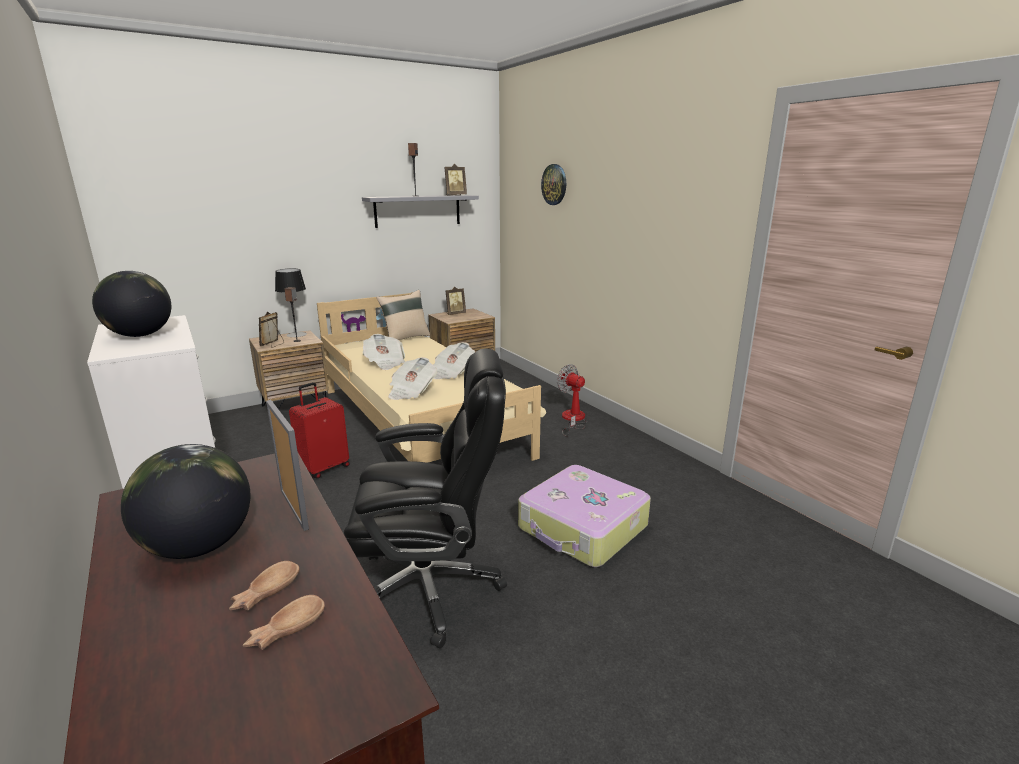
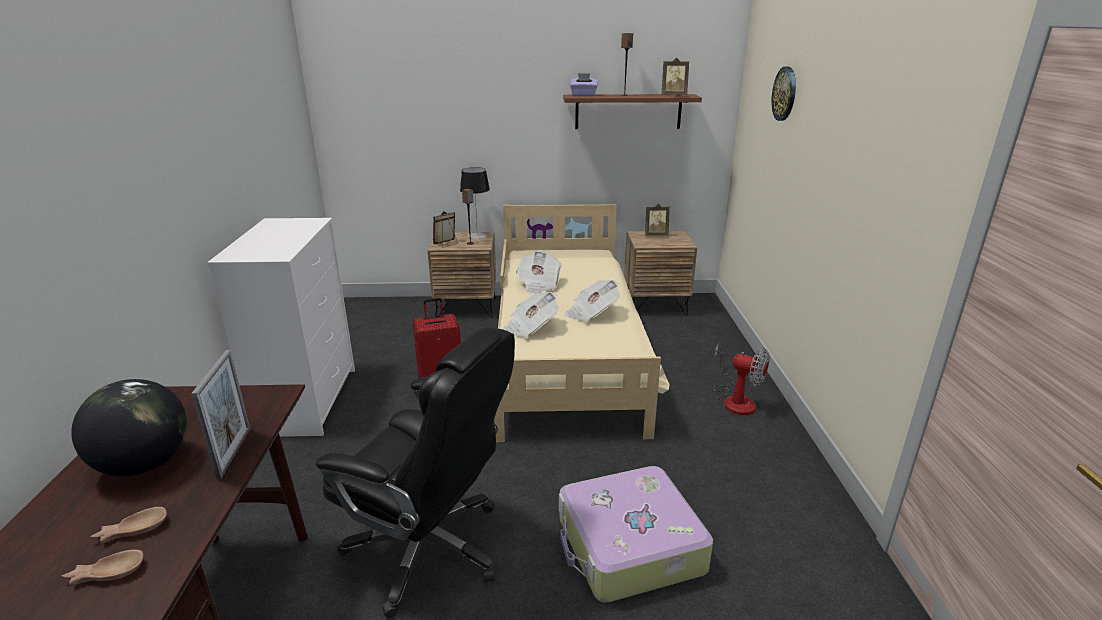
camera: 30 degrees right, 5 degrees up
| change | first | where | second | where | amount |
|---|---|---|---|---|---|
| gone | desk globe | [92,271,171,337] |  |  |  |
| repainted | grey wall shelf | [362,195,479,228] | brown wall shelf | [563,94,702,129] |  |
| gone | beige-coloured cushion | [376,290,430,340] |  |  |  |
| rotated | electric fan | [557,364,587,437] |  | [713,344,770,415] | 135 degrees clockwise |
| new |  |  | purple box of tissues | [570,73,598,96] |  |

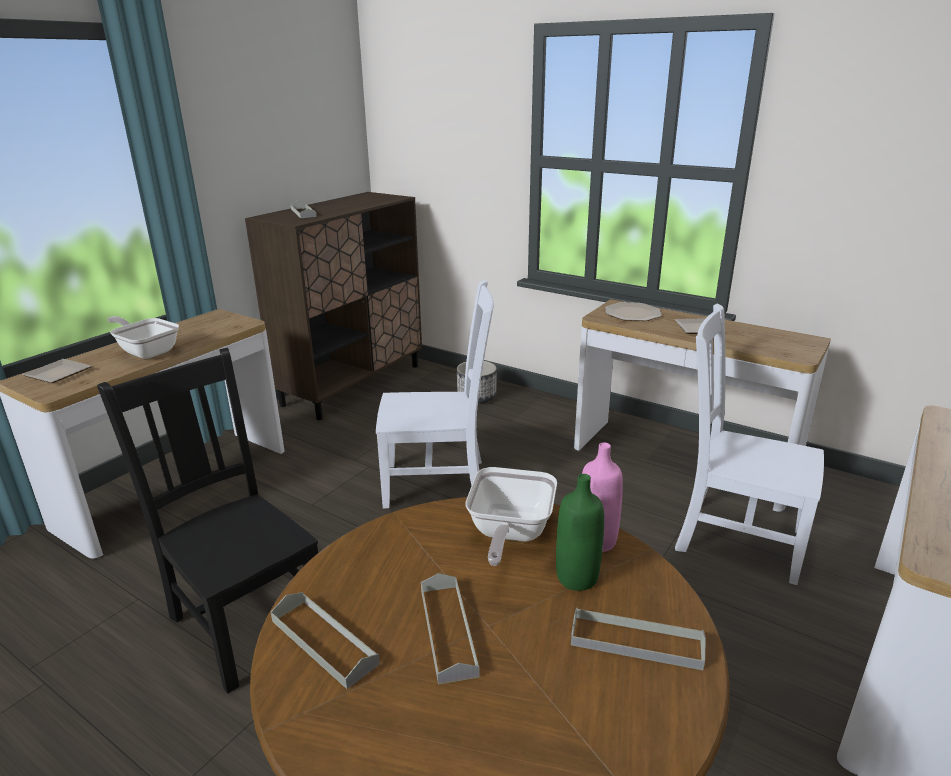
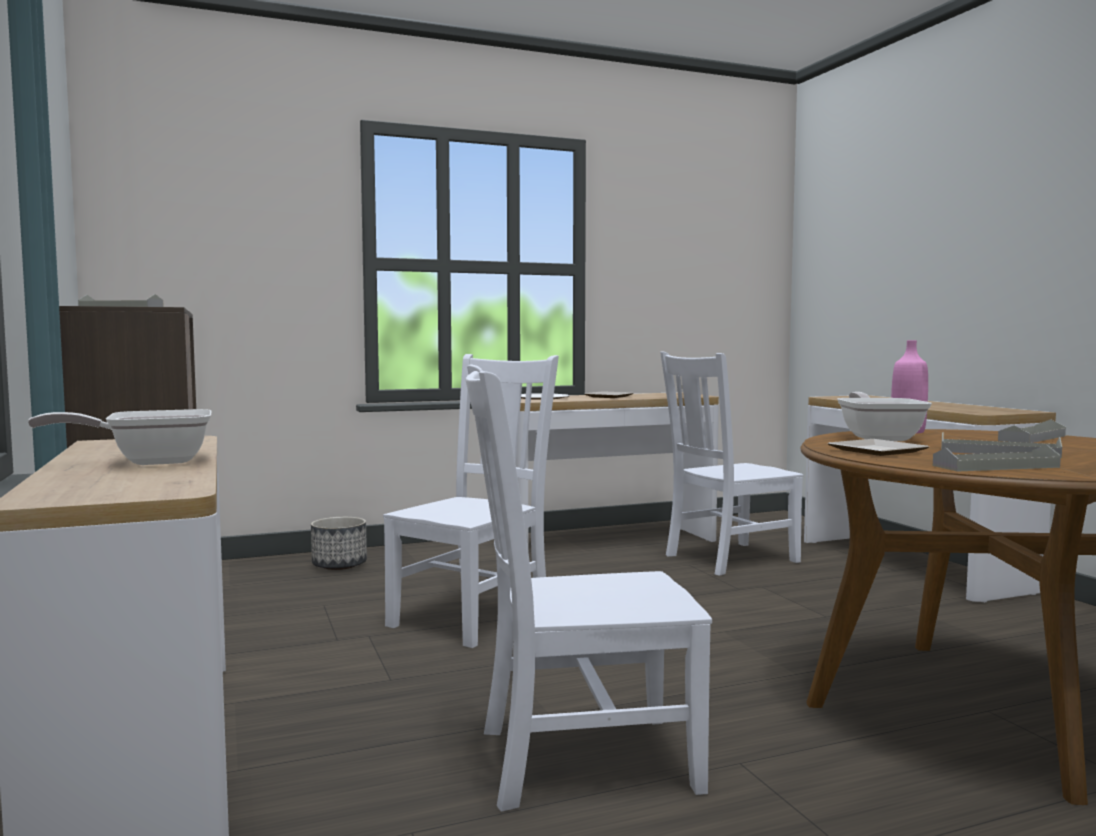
camera: 55 degrees left, 20 degrees down
| change | first | where | second | where | amount |
|---|---|---|---|---|---|
| shifted | plate | [23,359,92,383] |  | [827,439,929,456] |  |
| repainted | black plain chair | [97,348,318,694] | white-coloured plain chair | [465,364,712,812] |  |
| rotated | pan | [465,467,557,566] |  | [837,392,932,441] | 135 degrees counterclockwise |
| gone | greenish bottle | [556,474,604,591] |  |  |  |

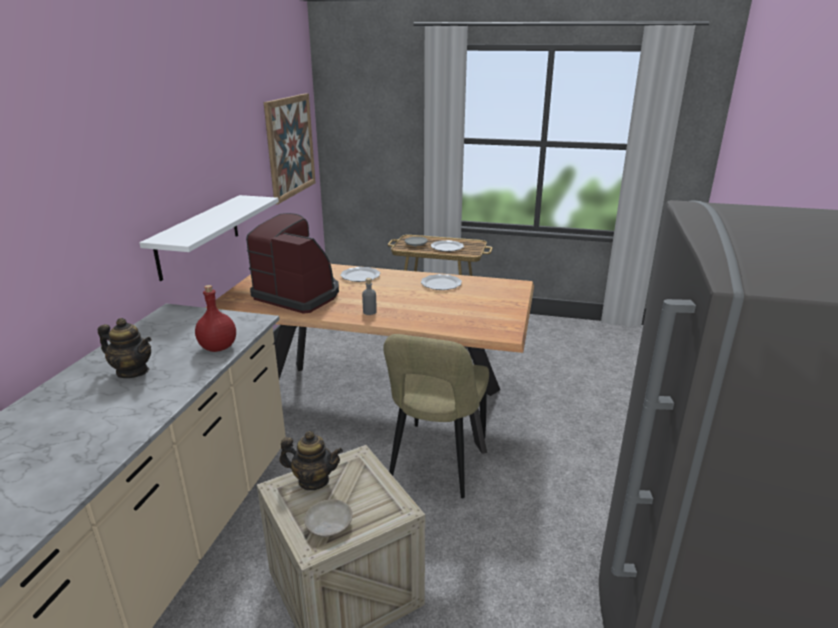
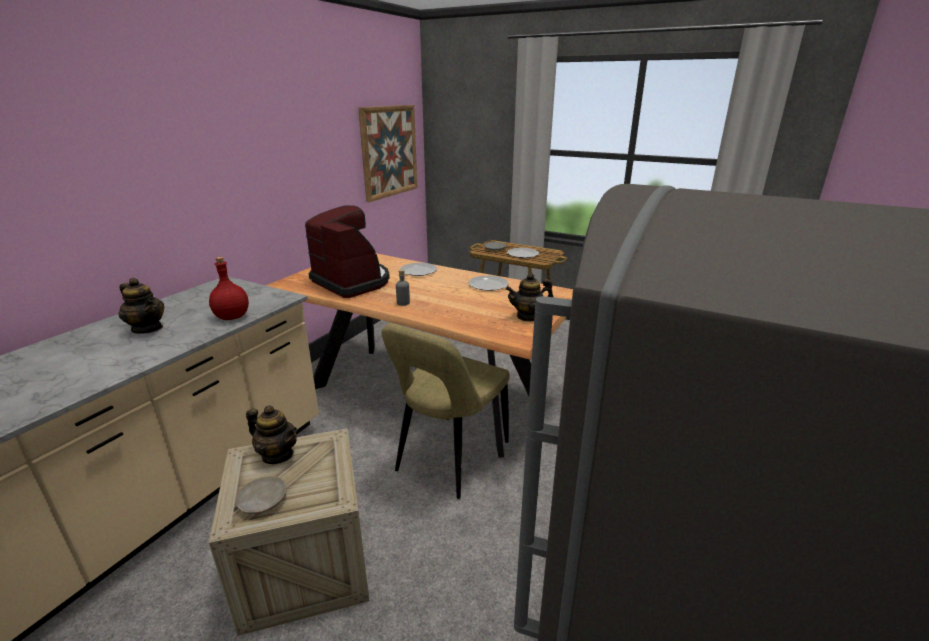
camera: 15 degrees right, 0 degrees up
| change | first | where | second | where | amount |
|---|---|---|---|---|---|
| gone | white-coloured wall shelf | [139,195,279,281] |  |  |  |
| new |  |  | pot for tea | [506,273,553,321] |  |

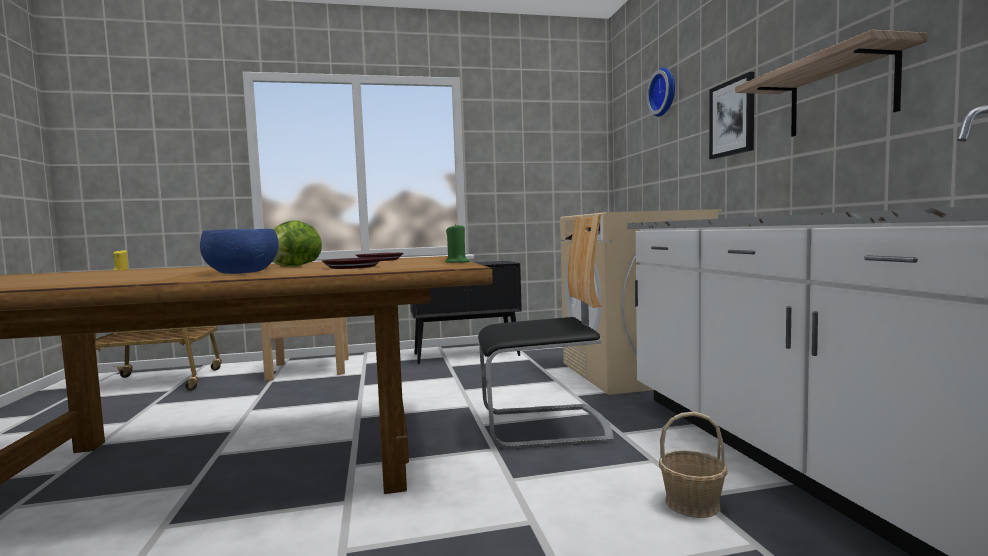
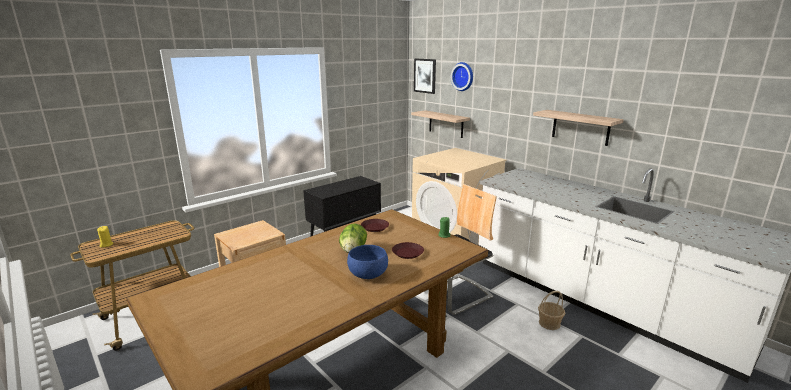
camera: 30 degrees left, 15 degrees up
| change | first | where | second | where | amount |
|---|---|---|---|---|---|
| shifted | wall picture | [709,72,754,159] |  | [414,59,436,94] |  |
| new |  |  | wall shelf | [411,110,470,138] |  |

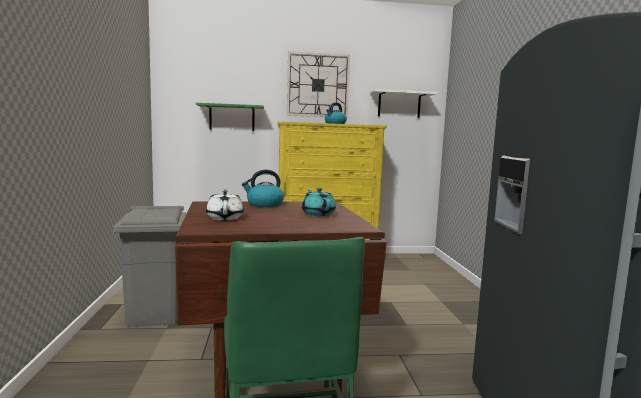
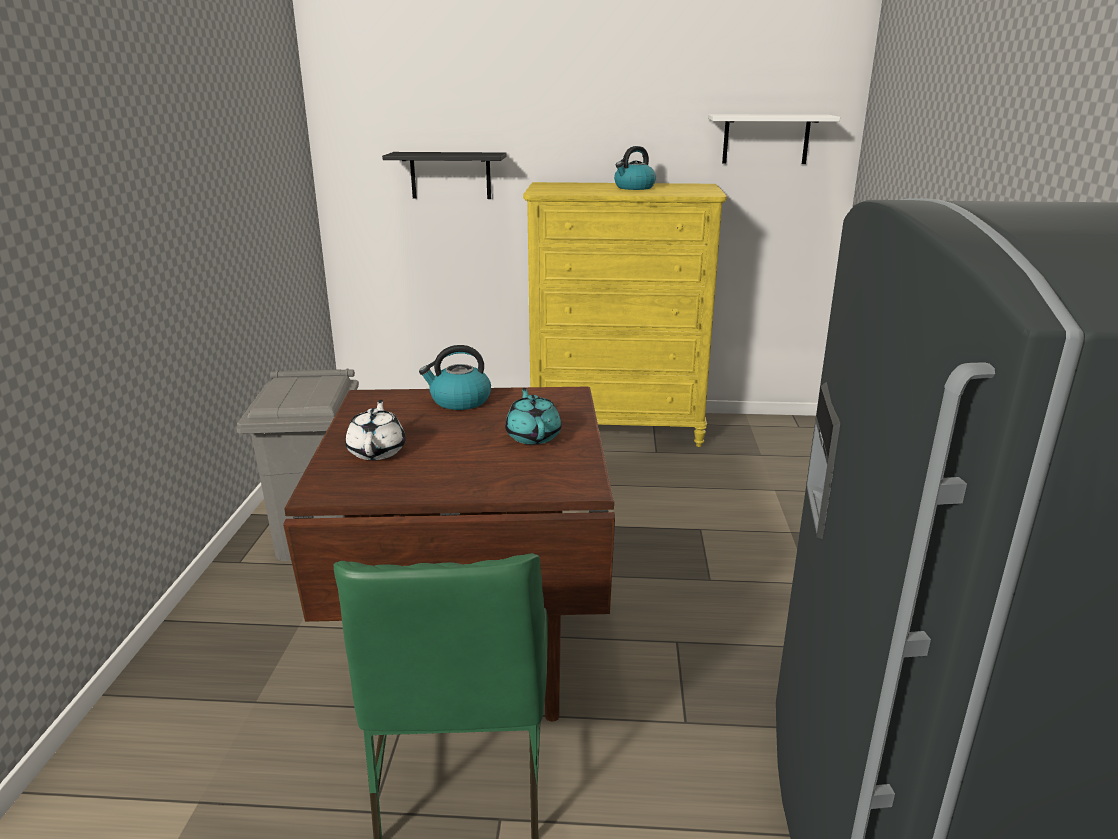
camera: 10 degrees right, 15 degrees up
| change | first | where | second | where | amount |
|---|---|---|---|---|---|
| repainted | greenish wall shelf | [196,103,264,131] | black wall shelf | [382,152,507,199] |  |
| gone | clock on the wall | [287,51,350,118] |  |  |  |

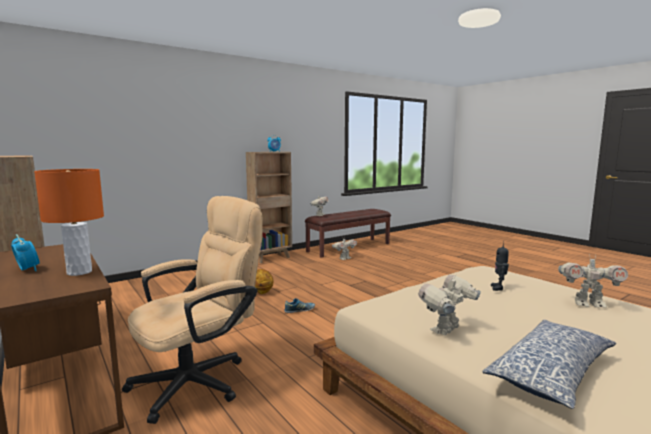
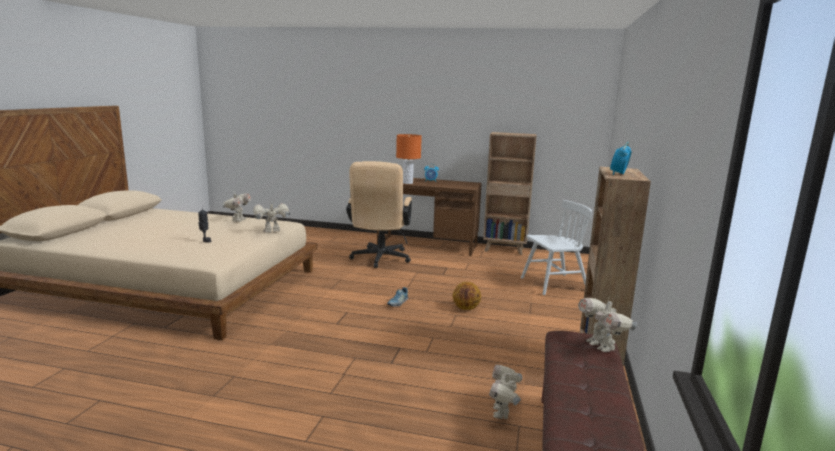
camera: 140 degrees right, 5 degrees up
| change | first | where | second | where | amount |
|---|---|---|---|---|---|
| gone | cushion | [482,320,616,409] |  |  |  |
| shifted | robot figure | [558,254,628,308] |  | [253,203,290,233] |  |
| new |  |  | white-coloured plain chair | [521,200,592,295] |  |

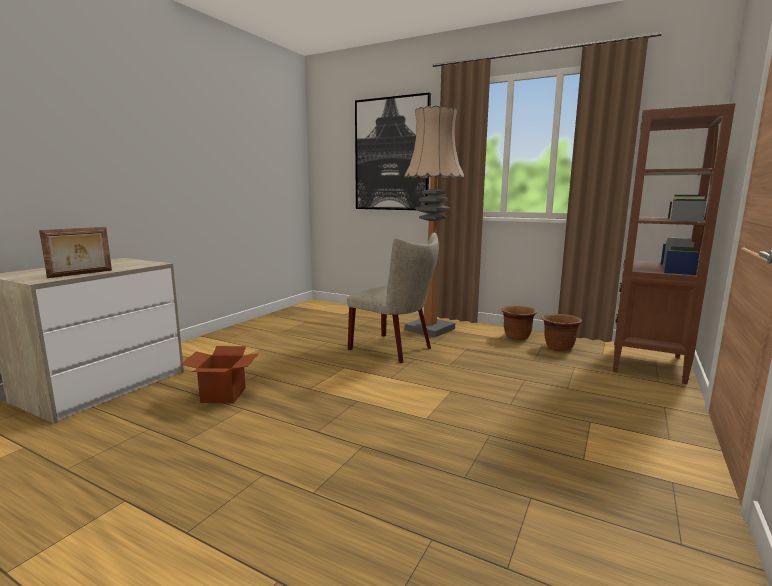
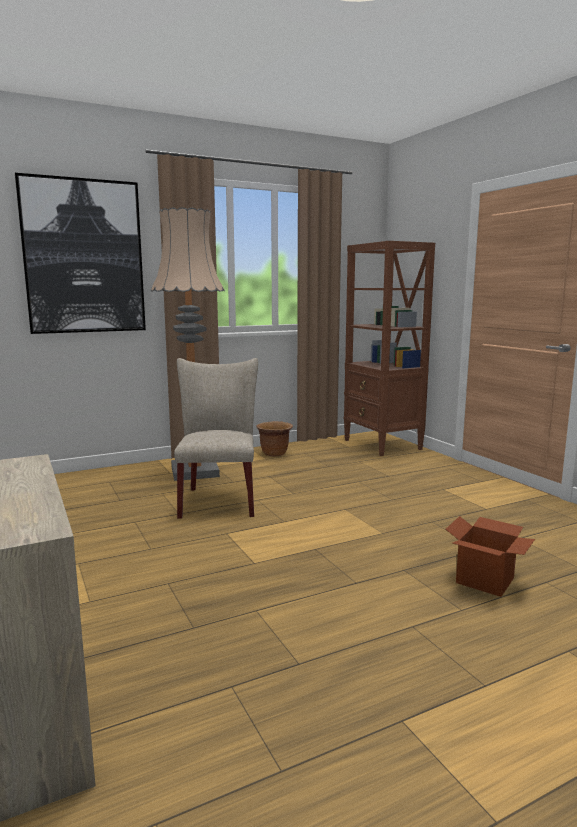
camera: 55 degrees left, 0 degrees up
| change | first | where | second | where | amount |
|---|---|---|---|---|---|
| gone | picture frame | [39,227,112,278] |  |  |  |
| shifted | cardboard box | [180,346,259,403] |  | [445,516,535,597] |  |
| rotated | beige-coloured plain chair | [347,233,439,363] |  | [174,358,258,519] | 75 degrees counterclockwise |
| gone | brown planter | [541,314,582,351] |  |  |  |

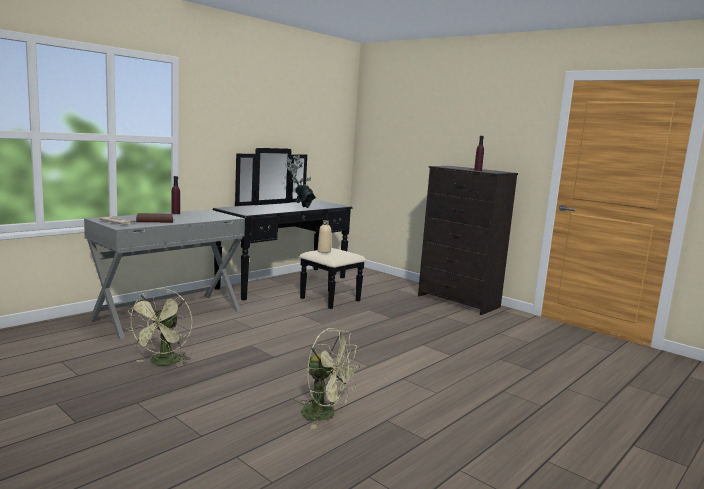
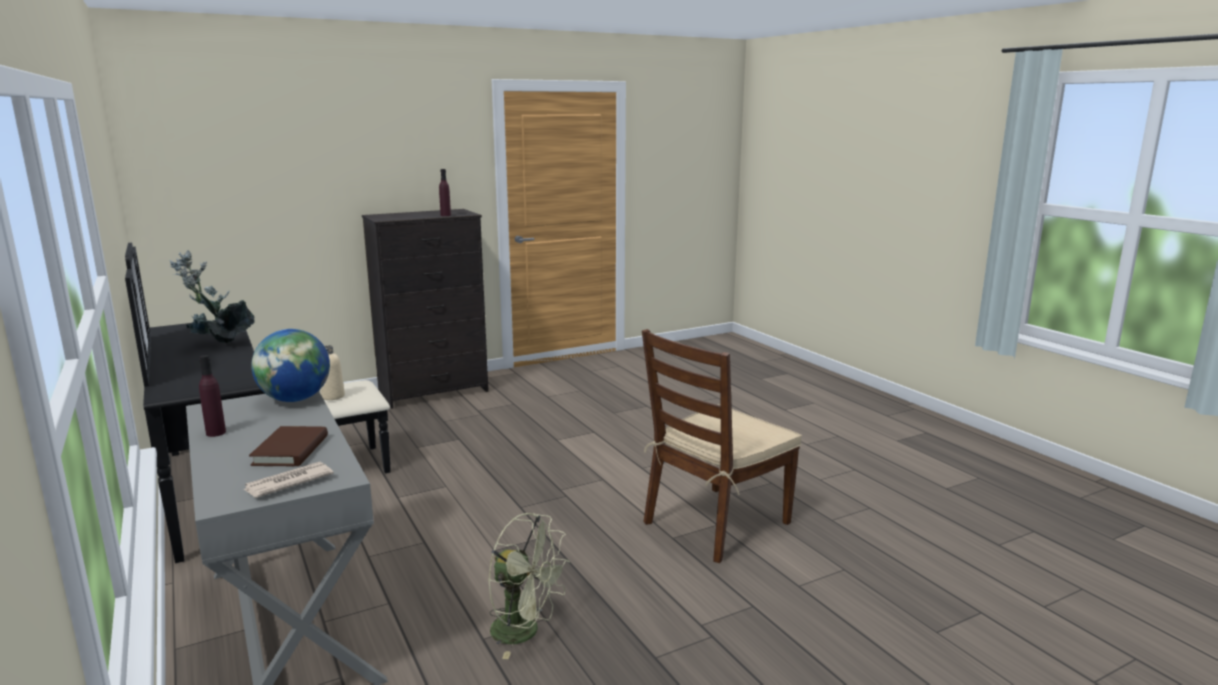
camera: 70 degrees left, 5 degrees up
| change | first | where | second | where | amount |
|---|---|---|---|---|---|
| swapped | greenish electric fan | [300,328,360,429] | brown plain chair | [642,329,802,563] |  |
| new |  |  | desk globe | [251,329,330,402] |  |

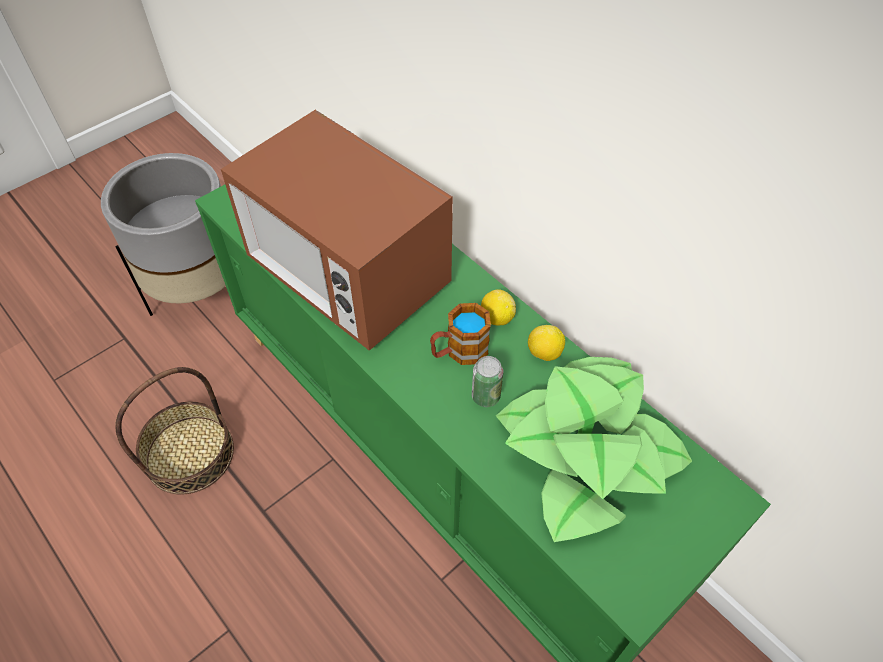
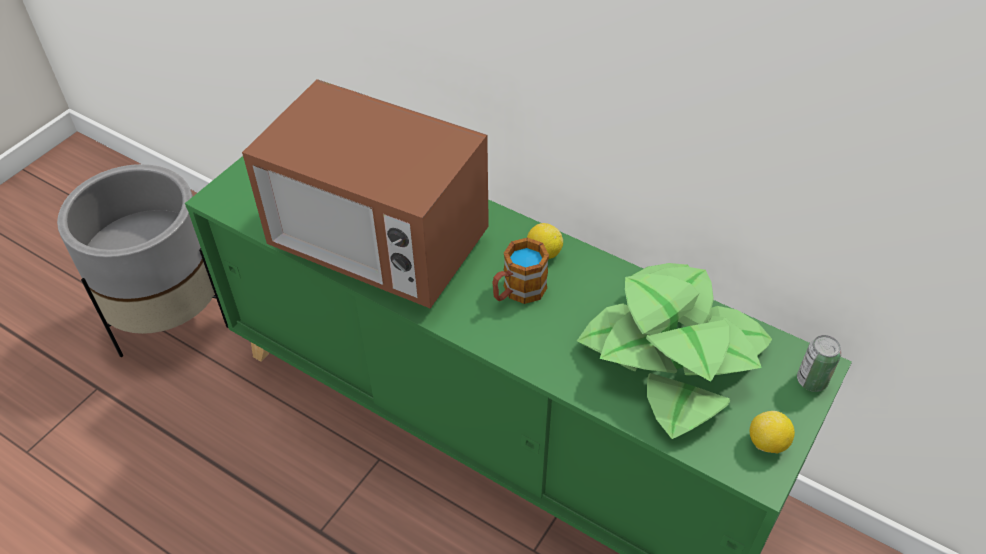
camera: 15 degrees left, 5 degrees down
| change | first | where | second | where | amount |
|---|---|---|---|---|---|
| gone | storage basket | [115,367,234,495] |  |  |  |
| shifted | sealed can | [472,356,503,407] |  | [797,335,841,392] |  |
| shifted | citrus fruit | [528,325,565,361] |  | [750,411,795,453] |  |

